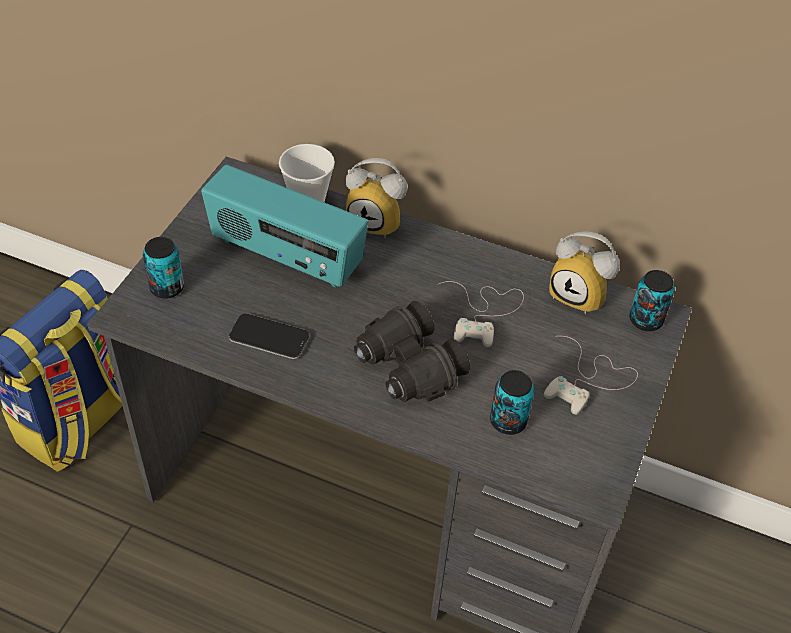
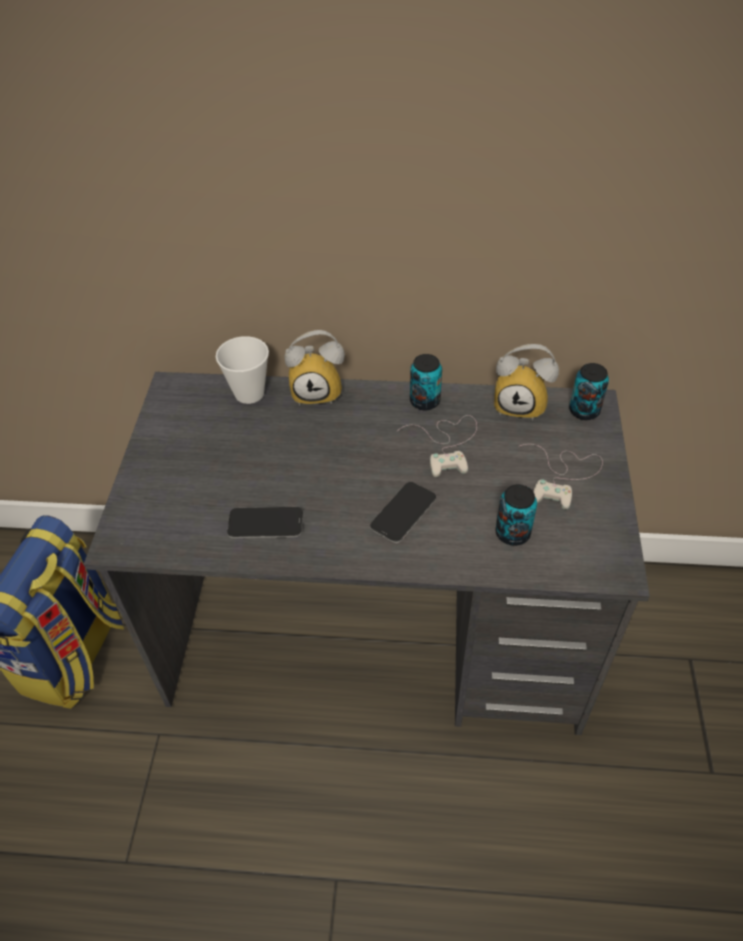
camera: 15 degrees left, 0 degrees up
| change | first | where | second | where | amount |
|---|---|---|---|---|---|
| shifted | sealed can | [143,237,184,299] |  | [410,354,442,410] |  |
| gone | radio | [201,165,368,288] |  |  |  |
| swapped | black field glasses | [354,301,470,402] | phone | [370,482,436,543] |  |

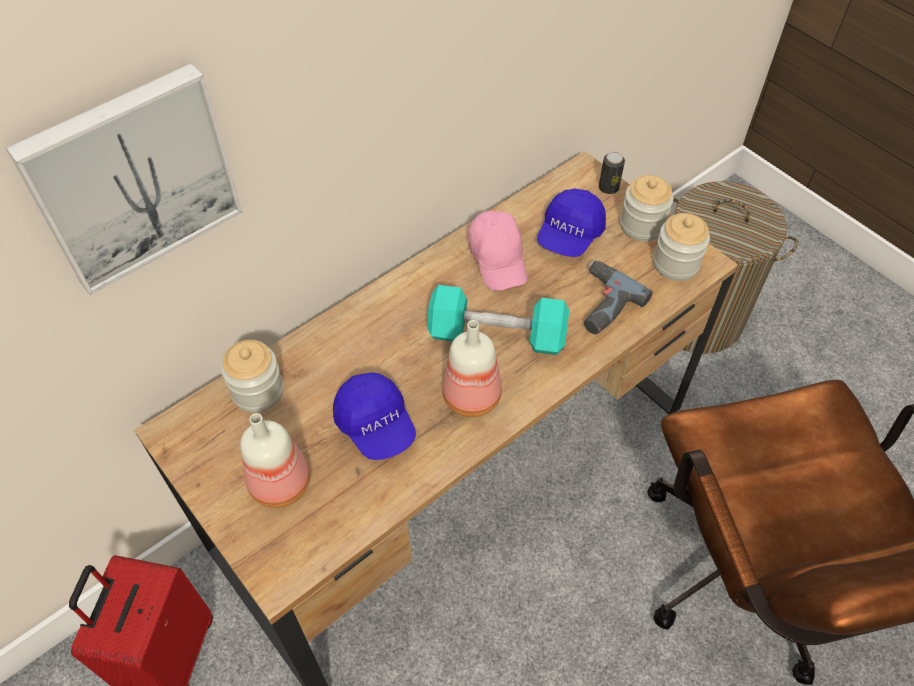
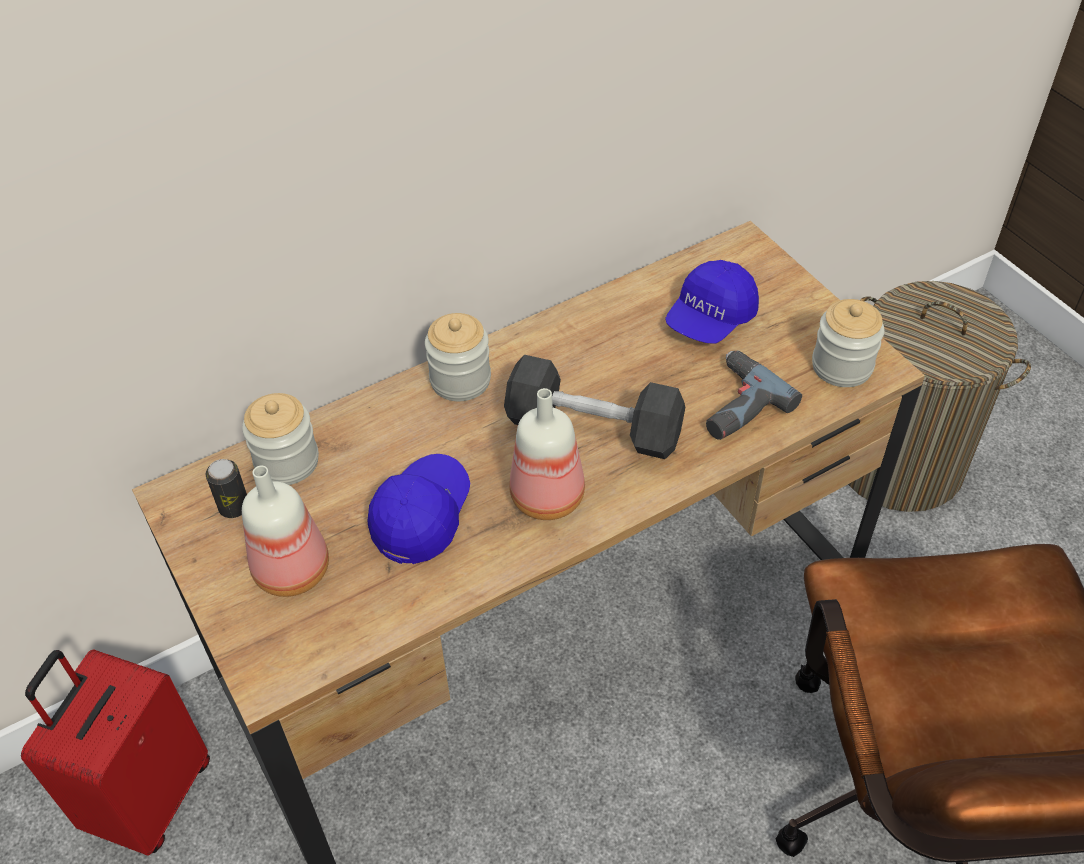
camera: 10 degrees right, 5 degrees down
| change | first | where | second | where | amount |
|---|---|---|---|---|---|
| gone | wall picture | [6,64,242,295] |  |  |  |
| rotated | bluish cap | [333,372,416,460] |  | [368,454,470,564] | 135 degrees counterclockwise |
| repainted | turquoise-coloured hand weight | [427,285,569,355] | black hand weight | [504,355,685,459] |  |
| gone | pink-coloured cap | [468,211,527,291] |  |  |  |
| shifted | sealed can | [599,152,625,194] |  | [206,459,247,518] |  |
| shifted | jar | [620,175,673,241] |  | [425,313,491,401] |  |

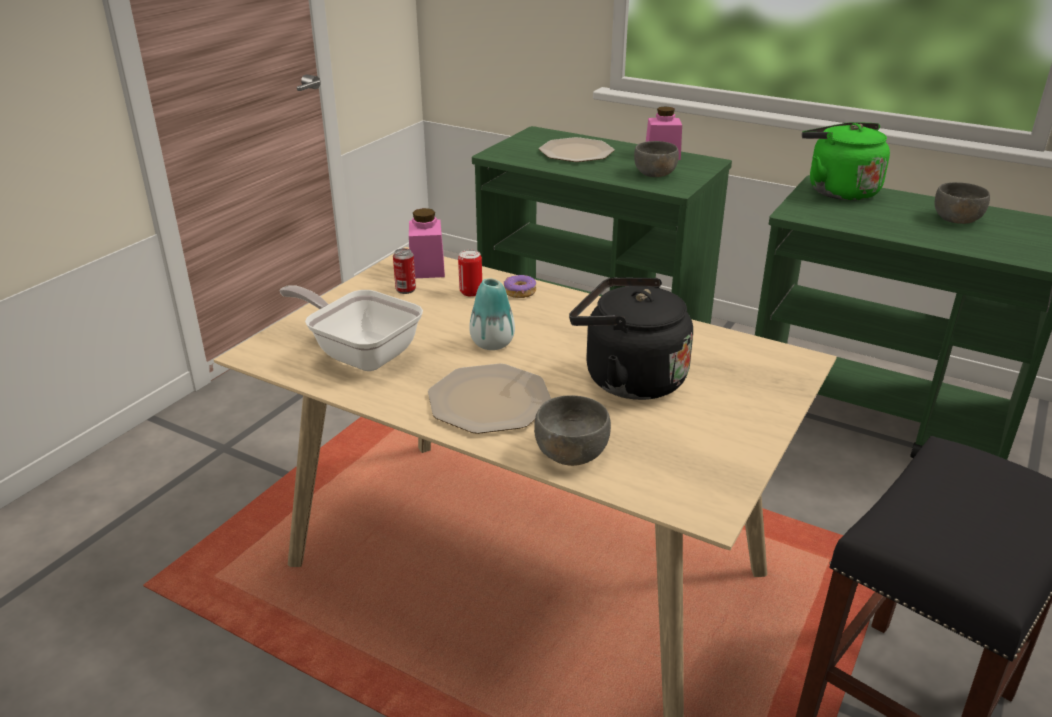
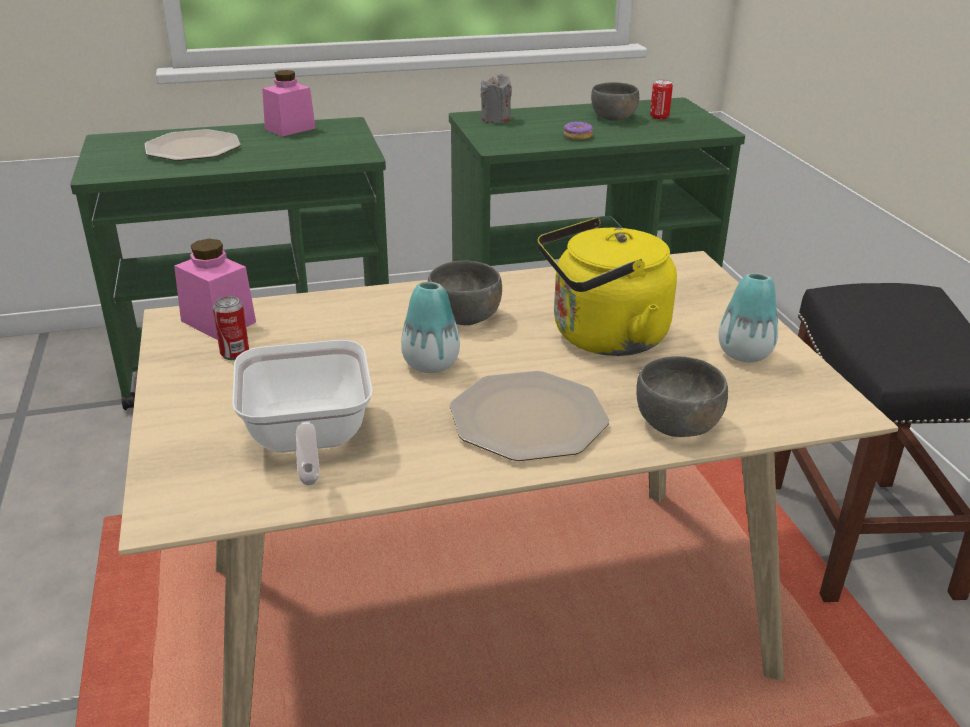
camera: 45 degrees left, 0 degrees up
| change | first | where | second | where | amount |
|---|---|---|---|---|---|
| rotated | pan | [279,285,423,371] |  | [232,340,373,486] | 90 degrees counterclockwise |
| shifted | sealed can | [458,250,482,297] |  | [650,80,673,120] |  |
| shifted | donut | [504,275,536,298] |  | [564,121,593,140] |  |
| repainted | black kettle | [569,277,693,400] | yellow-coloured kettle | [537,218,677,356] |  |
| shifted | grey serving bowl | [634,141,679,177] |  | [428,261,502,325] |  |
| swapped | greenish kettle | [802,122,890,201] | grey wax candle | [481,74,512,123] |  |
| new |  |  | decorative vase | [718,273,778,362] |  |

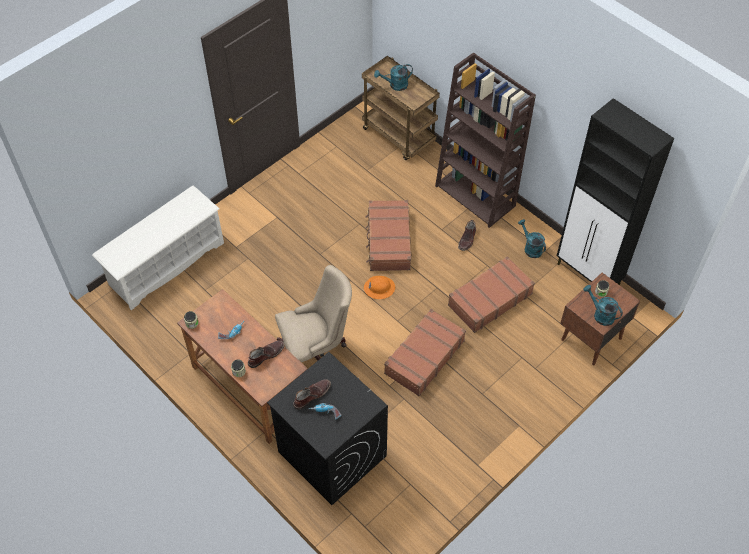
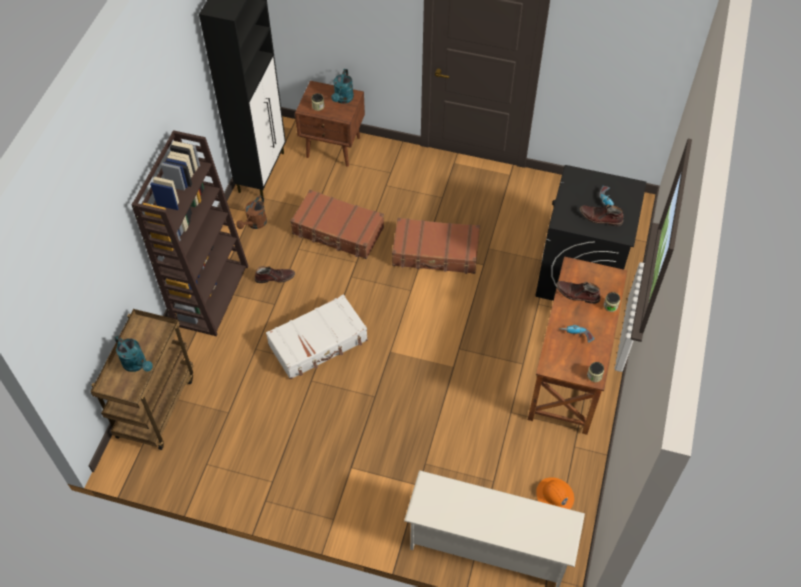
camera: 120 degrees left, 0 degrees up
| change | first | where | second | where | amount |
|---|---|---|---|---|---|
| gone | beige-coloured computer chair | [275,265,352,363] |  |  |  |
| shifted | orange hard hat | [364,276,395,299] |  | [536,477,574,509] |  |
| repainted | brown piece of luggage | [365,200,412,271] | white-coloured piece of luggage | [266,294,368,379] |  |
| repainted | turquoise-coloured watering pot | [518,219,546,258] | brown watering pot | [236,195,267,229] |  |

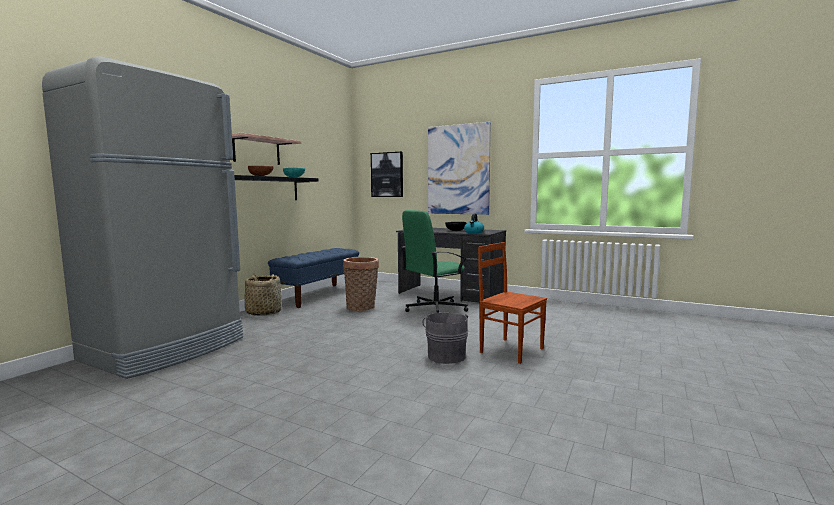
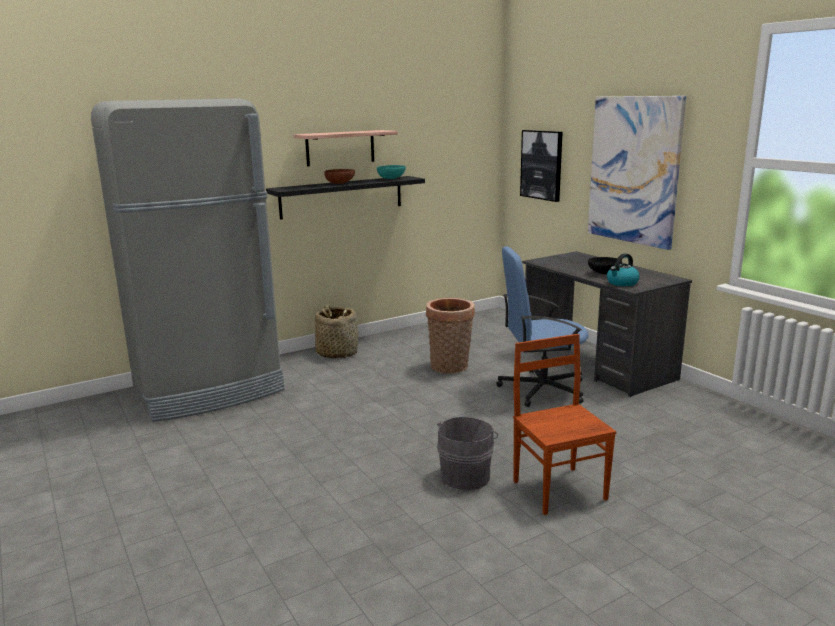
camera: 30 degrees right, 10 degrees up
| change | first | where | second | where | amount |
|---|---|---|---|---|---|
| gone | bluish long seat | [268,248,359,308] |  |  |  |
| repainted | greenish computer chair | [402,210,468,313] | bluish computer chair | [497,246,588,407] |  |

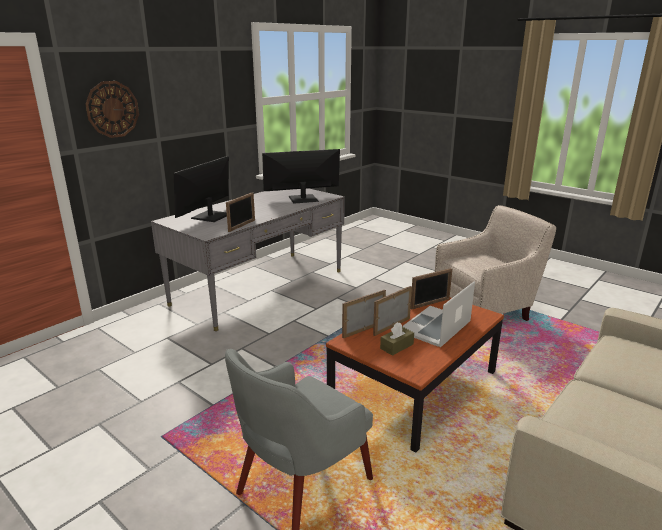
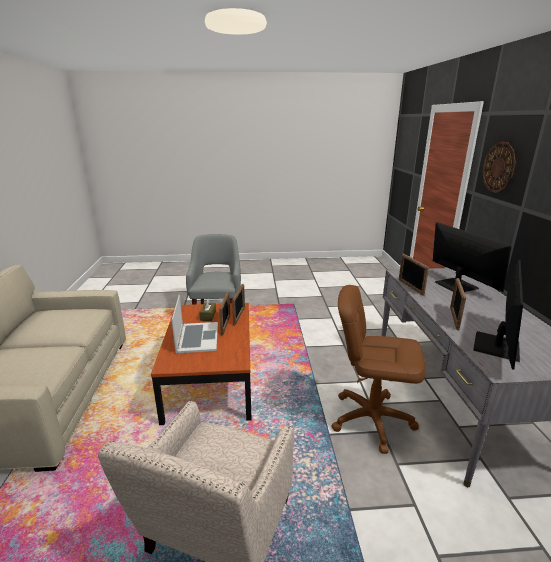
camera: 135 degrees right, 0 degrees up
| change | first | where | second | where | amount |
|---|---|---|---|---|---|
| shifted | picture frame | [411,268,452,310] |  | [450,278,466,330] |  |
| new |  |  | brown computer chair | [332,285,426,454] |  |

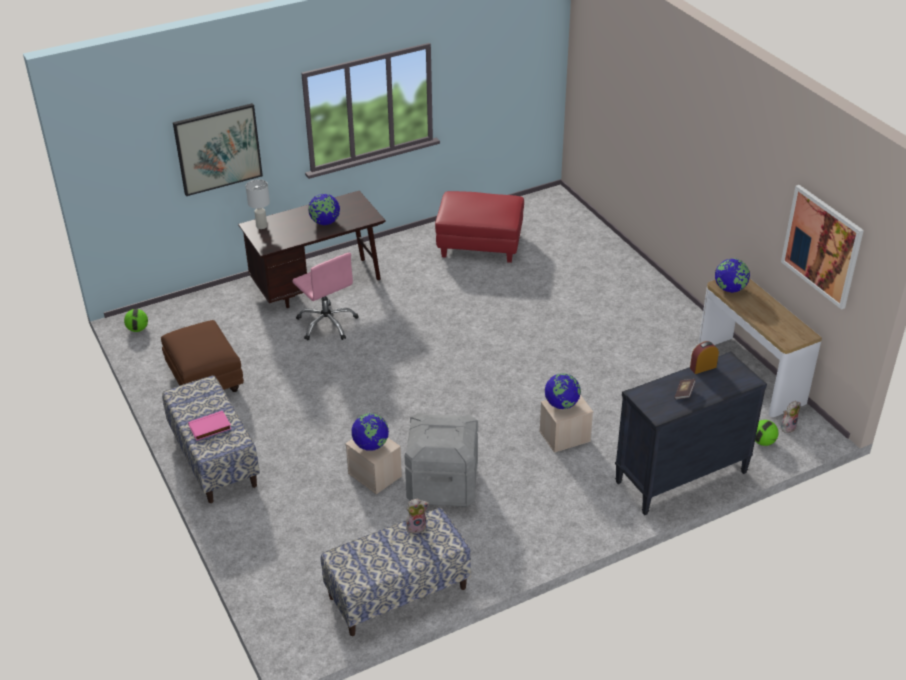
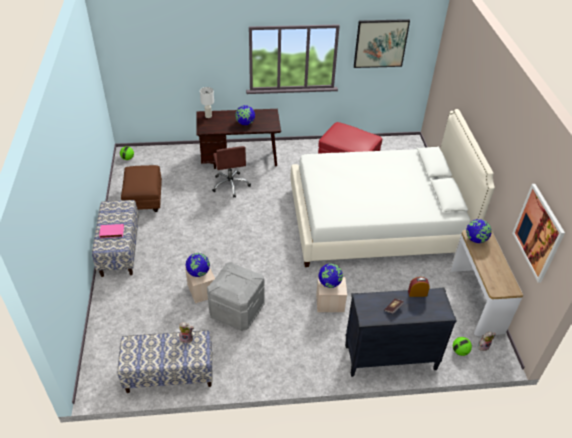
camera: 20 degrees right, 5 degrees up
| change | first | where | second | where | amount |
|---|---|---|---|---|---|
| shifted | wall picture | [173,103,263,196] |  | [354,19,410,68] |  |
| repainted | pink-coloured computer chair | [292,253,359,341] | brown computer chair | [212,146,251,198] |  |
| new |  |  | white-coloured sleeping bed | [291,109,495,267] |  |

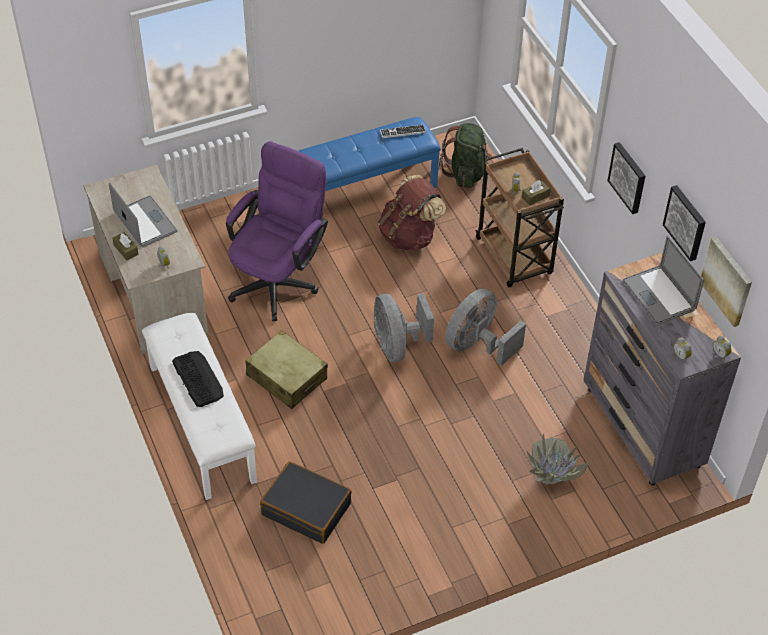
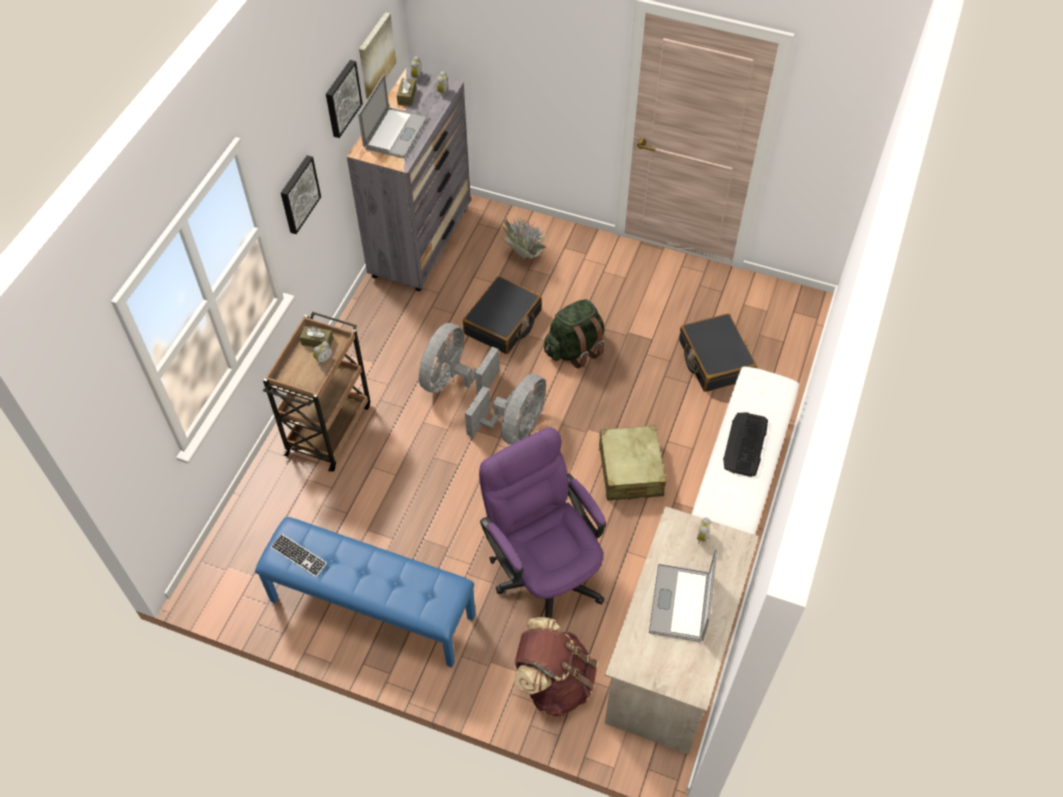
camera: 135 degrees left, 5 degrees up
| change | first | where | second | where | amount |
|---|---|---|---|---|---|
| shifted | brown box of tissues | [112,232,139,261] |  | [397,78,417,106] |  |
| rotated | purple computer chair | [226,141,328,321] |  | [479,427,606,619] | 75 degrees clockwise |
| shifted | brown knapsack | [378,175,446,251] |  | [515,617,597,717] |  |
| shifted | greenish knapsack | [439,123,492,188] |  | [544,299,605,369] |  |
| rotated | grey electric fan | [445,289,526,366] |  | [419,323,499,394] | 120 degrees clockwise |
| new |  |  | black piece of luggage | [463,276,542,354] |  |

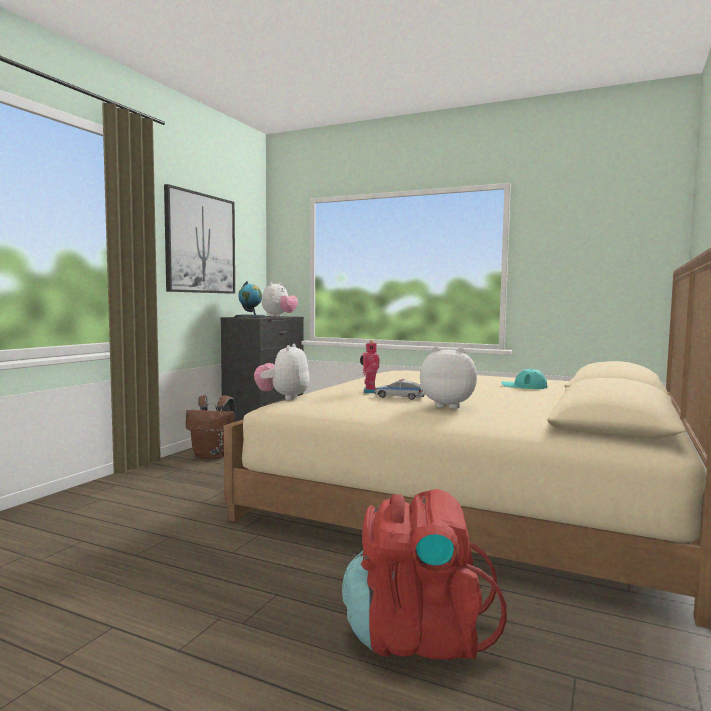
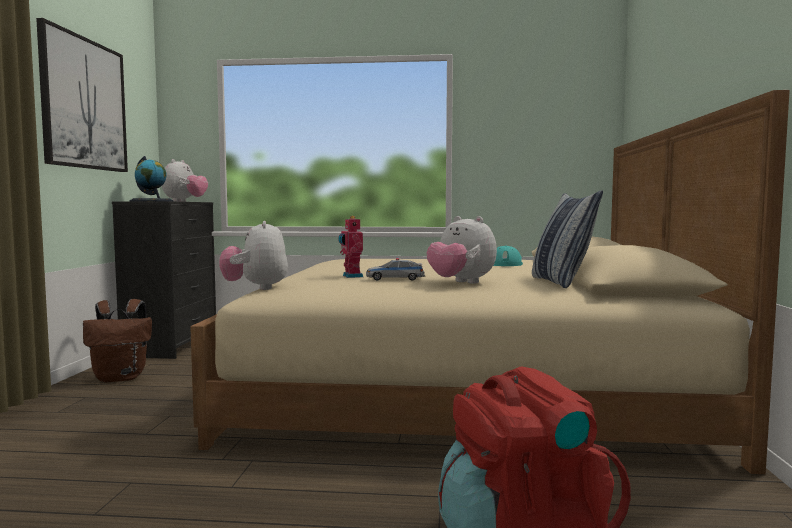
camera: 20 degrees left, 0 degrees up
| change | first | where | second | where | amount |
|---|---|---|---|---|---|
| rotated | plush toy | [420,347,477,409] |  | [427,216,497,284] | 135 degrees counterclockwise |
| new |  |  | cushion | [532,190,603,288] |  |

